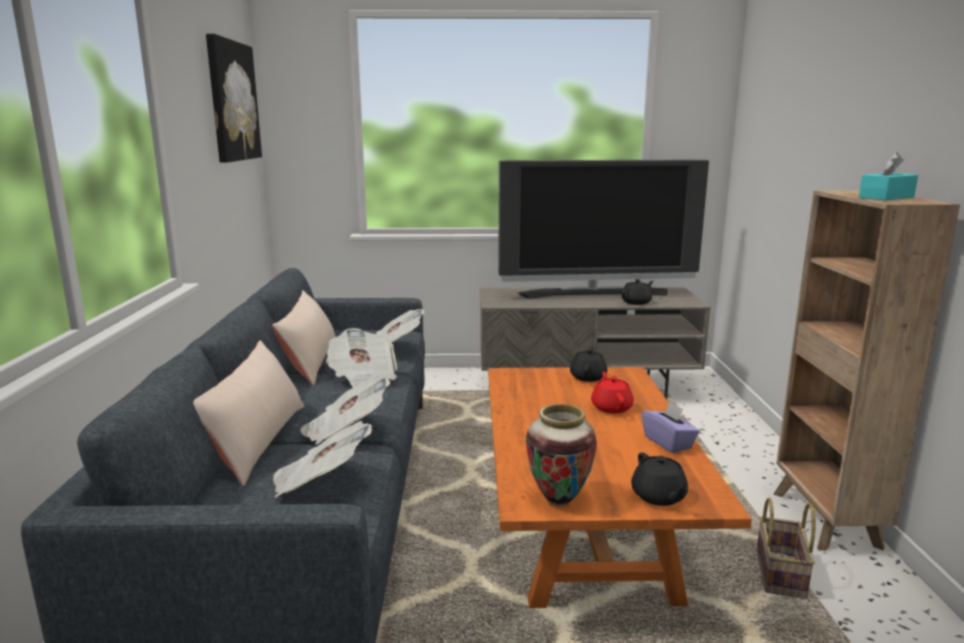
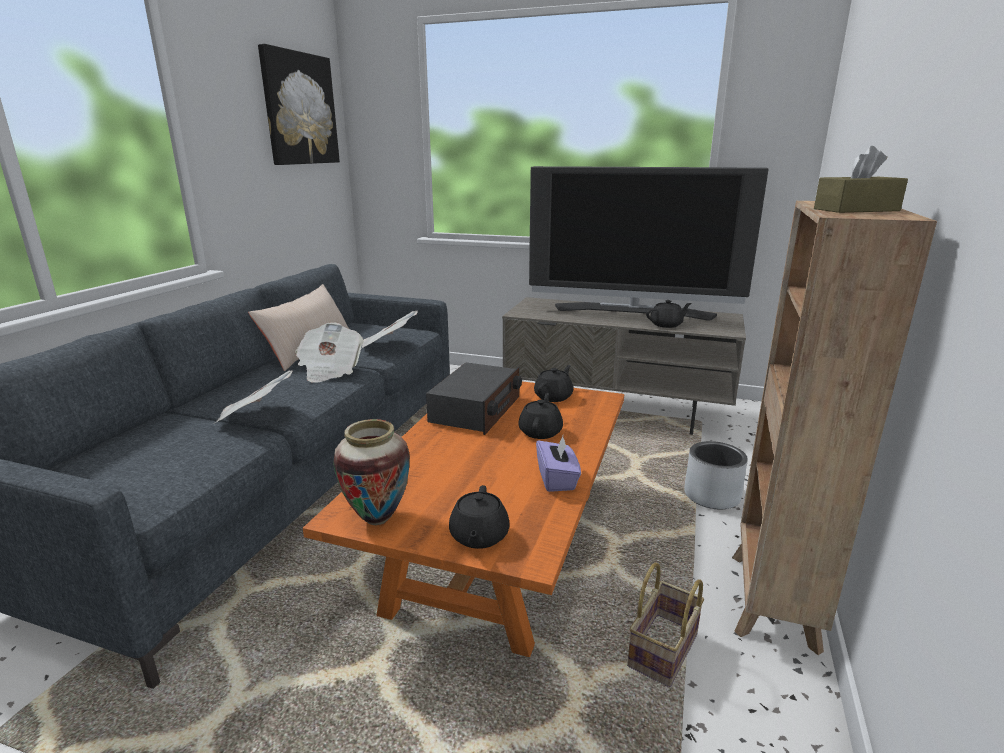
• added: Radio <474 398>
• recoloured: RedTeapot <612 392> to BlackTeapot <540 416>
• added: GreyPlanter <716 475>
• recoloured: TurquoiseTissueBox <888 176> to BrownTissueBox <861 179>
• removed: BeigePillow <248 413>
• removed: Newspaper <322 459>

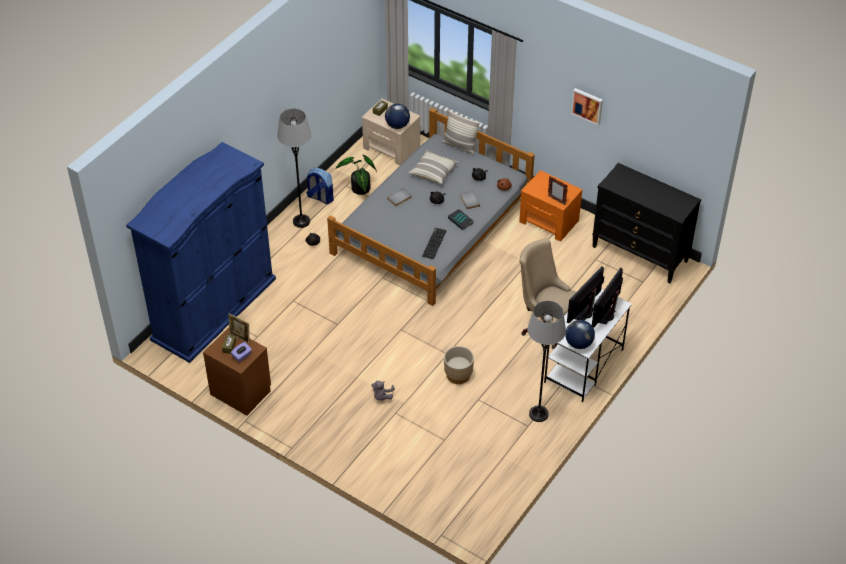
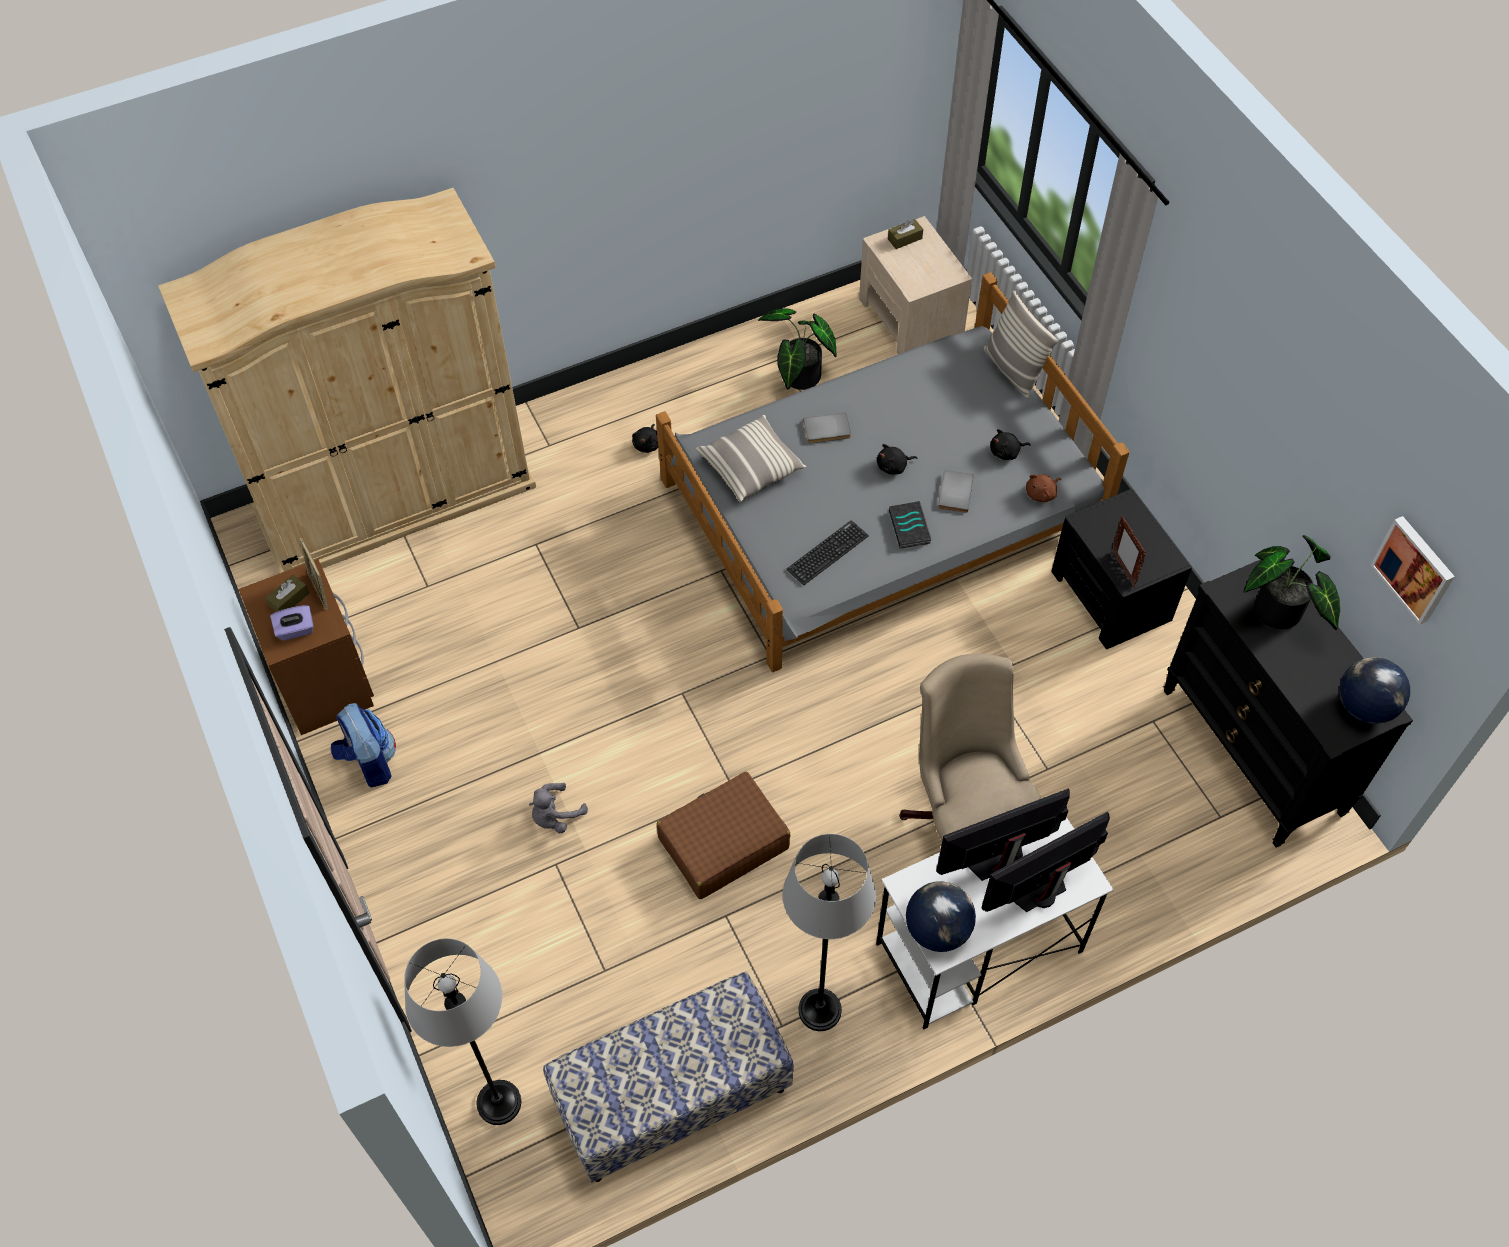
• recoloured: BlueWardrobe <201 252> to BeigeWardrobe <347 380>
• moved: Backpack <320 186> to <363 745>
• moved: GreyFloorLamp <294 168> to <463 1031>
• added: Bench <668 1077>
• replaced: BeigePlanter <459 365> to BrownSuitcase <724 835>
• moved: Pillow <433 167> to <751 458>
• recoloured: OrangeNightstand <550 206> to BlackNightstand <1121 569>
• added: PottedPlant <1292 582>
• moved: Globe <397 116> to <1375 690>
• moved: Picture <587 106> to <1412 570>

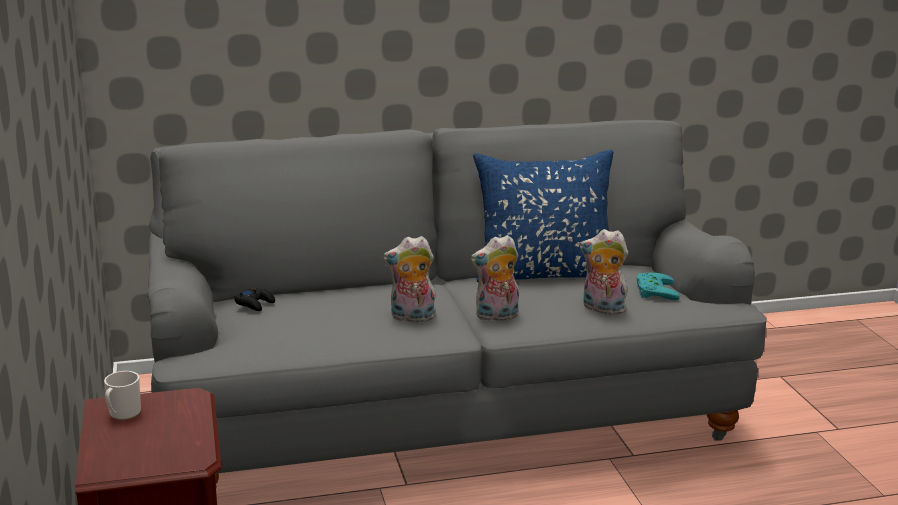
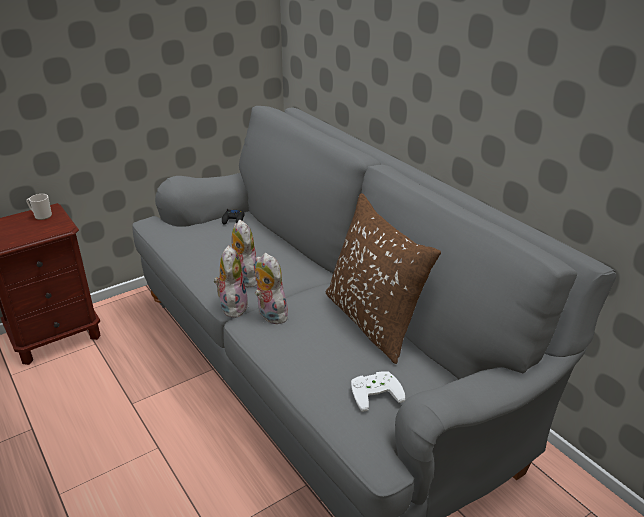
• moved: PlushToy <604 272> to <231 281>
• recoloured: BluePillow <543 216> to BrownPillow <383 278>
• recoloured: TurquoiseGameController <658 286> to WhiteGameController <378 392>

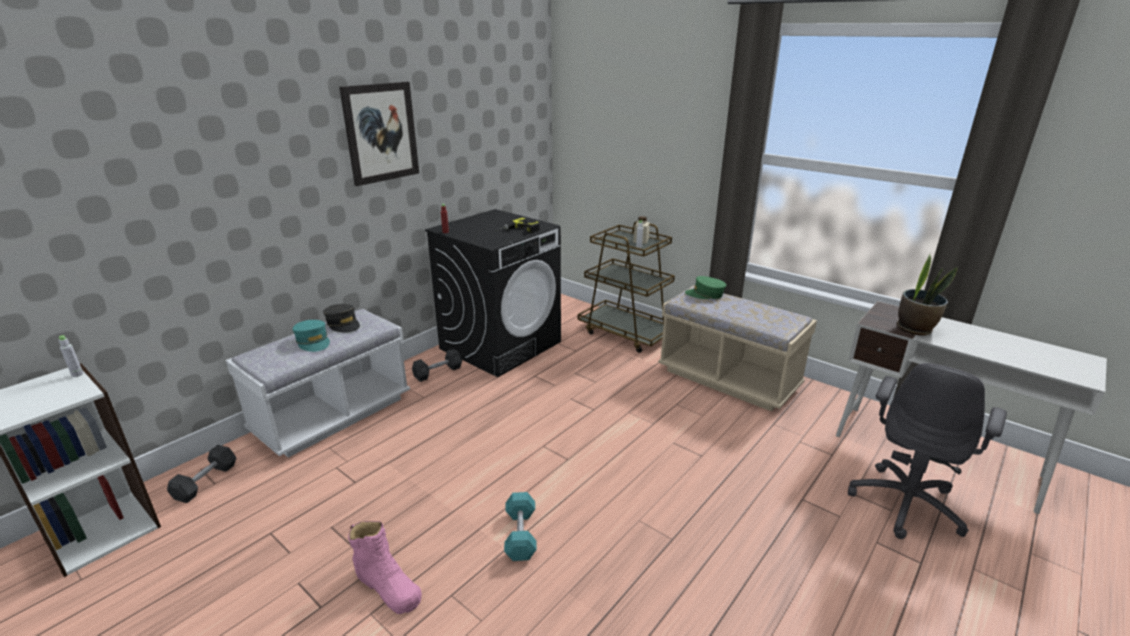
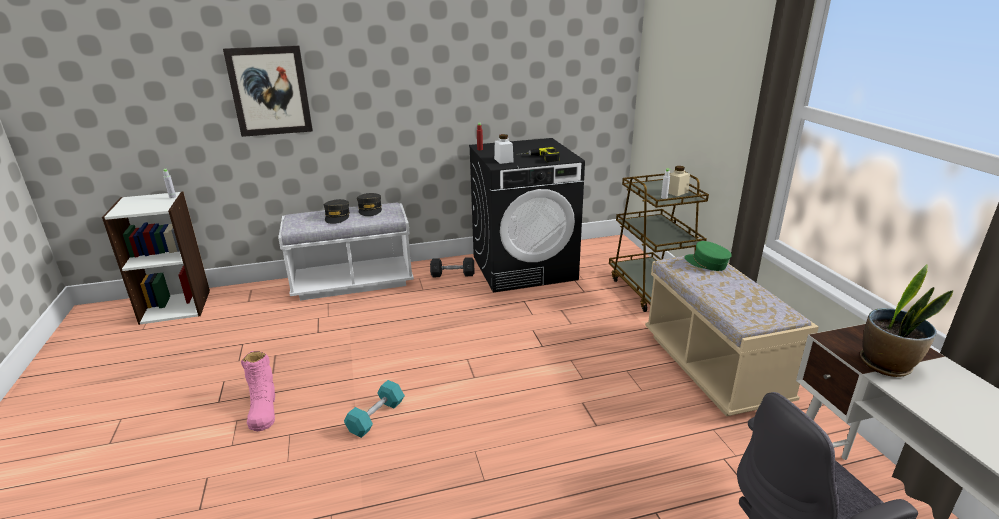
• moved: Picture <379 134> to <268 91>
• recoloured: TurquoiseCap <311 336> to GreyCap <337 211>
• added: WhiteJar <504 149>
• removed: GreyDumbbell <201 474>

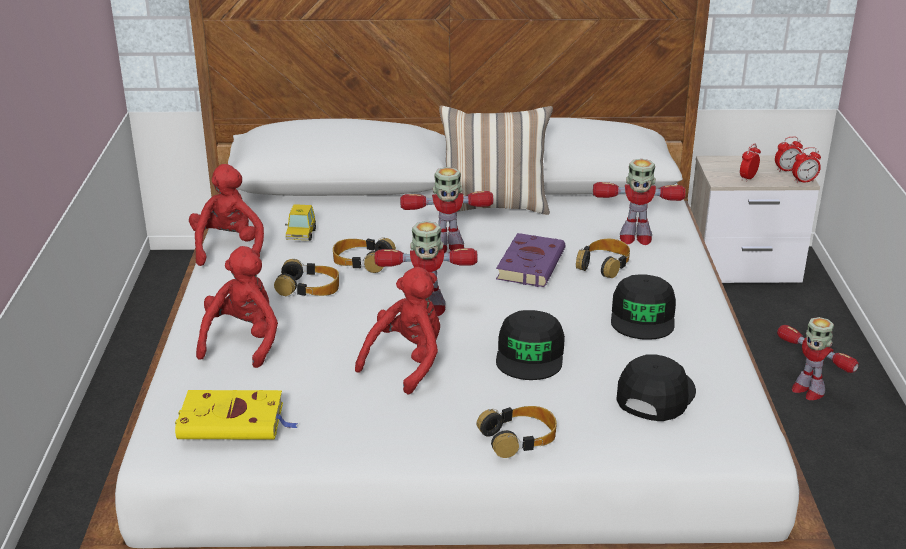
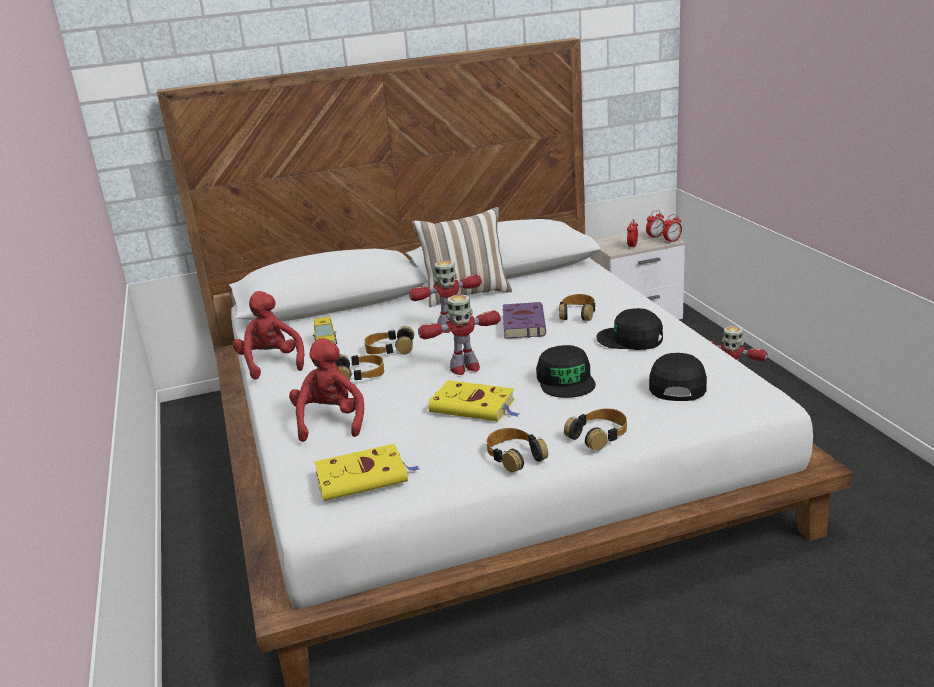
• replaced: RedPlushToy <397 331> to YellowBook <473 400>
• added: Headphones <517 450>
• turned: BlackCap <643 307> = <629 329> 120 degrees clockwise
• removed: ToyRobot <639 202>

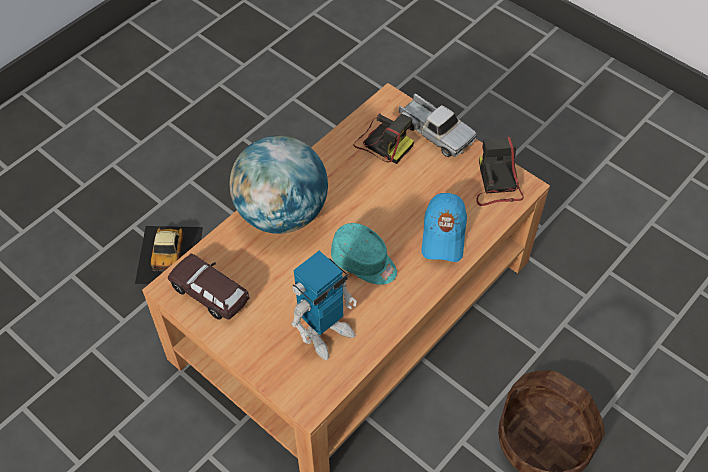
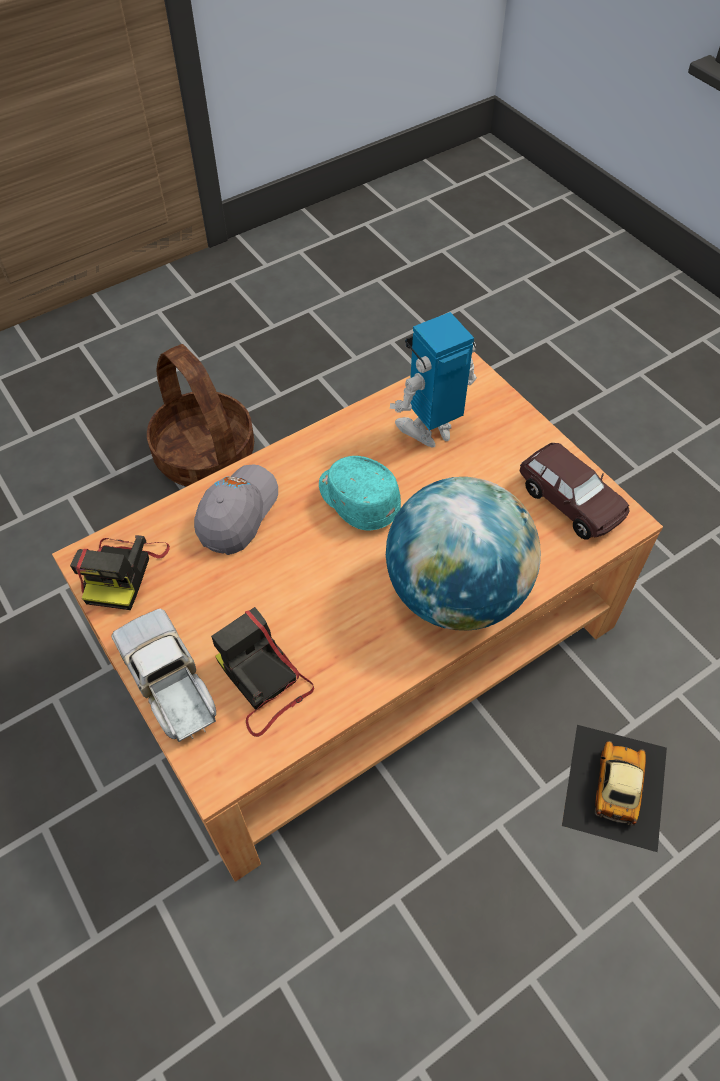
• recoloured: BlueCap <444 227> to GreyCap <236 510>

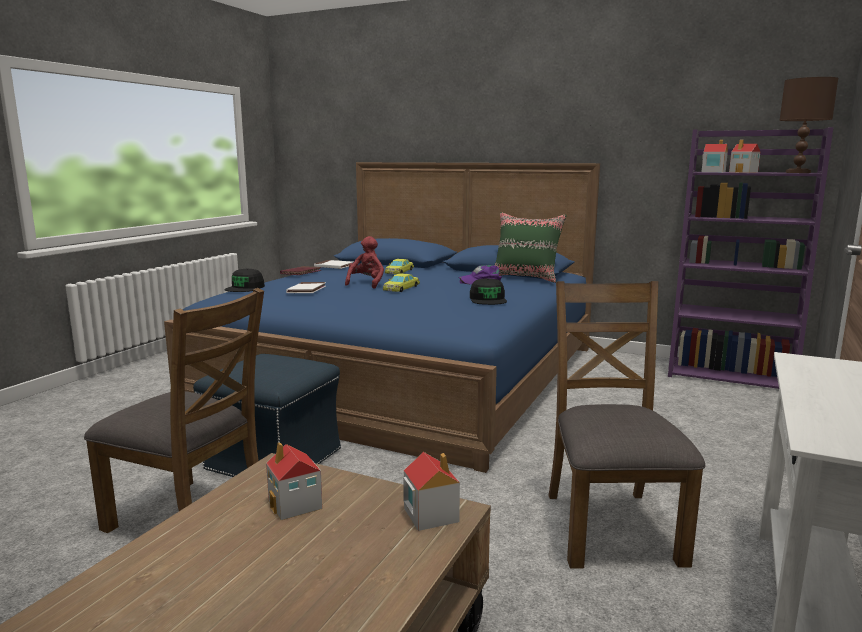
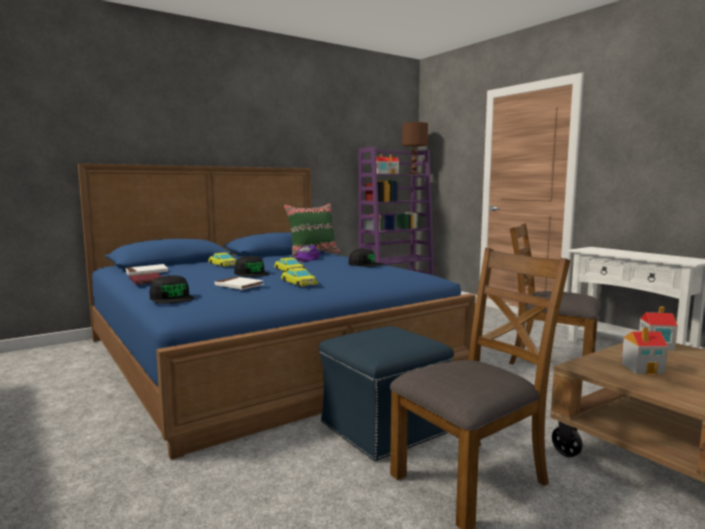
• replaced: RedPlushToy <364 262> to BlackCap <252 266>
• added: YellowToyCar <299 277>

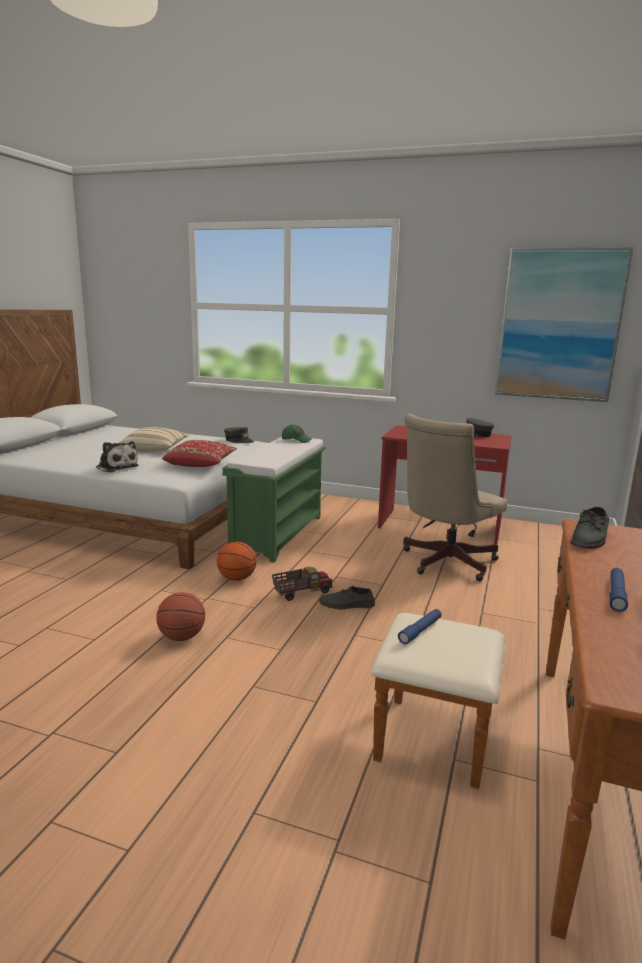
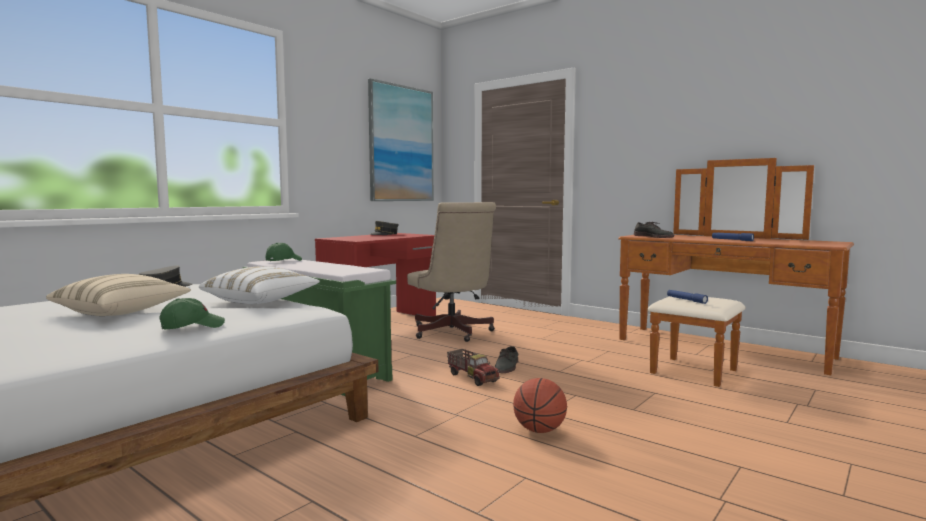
• replaced: PlushToy <117 456> to GreenCap <192 313>
• recoloured: RedPillow <199 453> to WhitePillow <259 285>
• turned: ToyTruck <302 584> = <473 367> 150 degrees clockwise
• removed: Basketball <237 561>

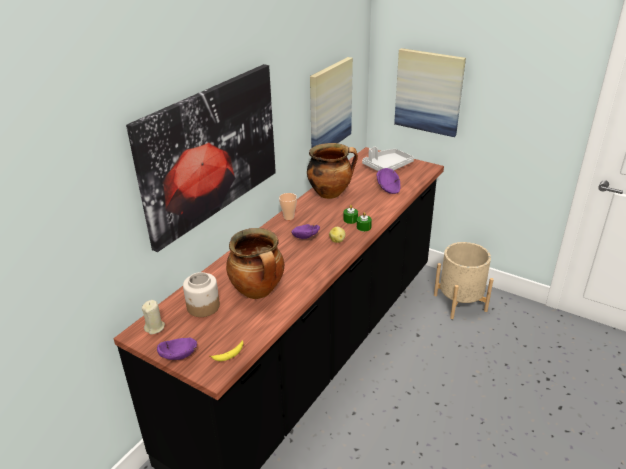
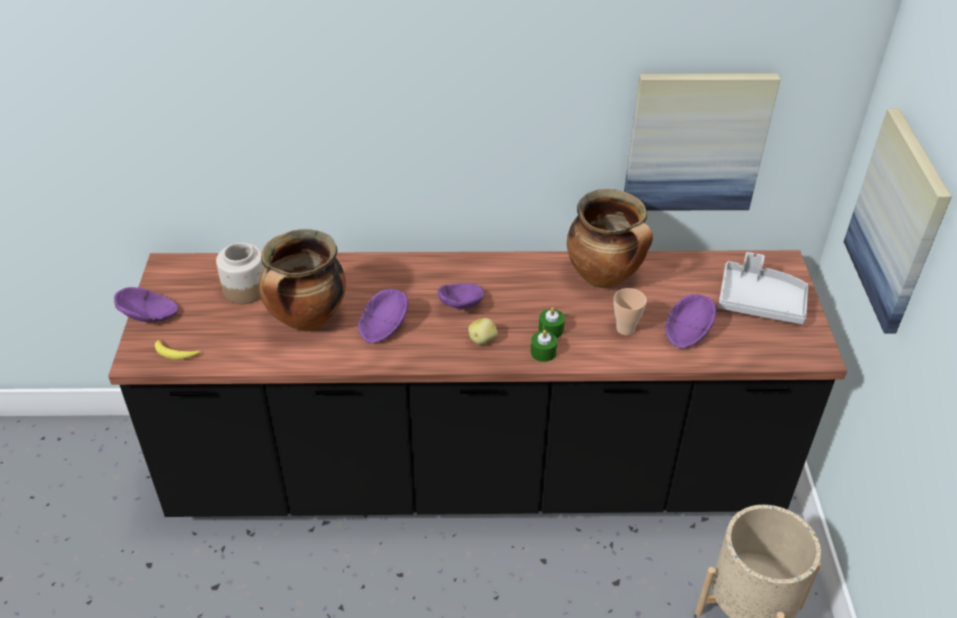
• added: PurpleBowl <383 316>
• moved: Cup <288 206> to <630 311>
• removed: Picture <201 158>
• removed: BeigeCandle <153 317>

